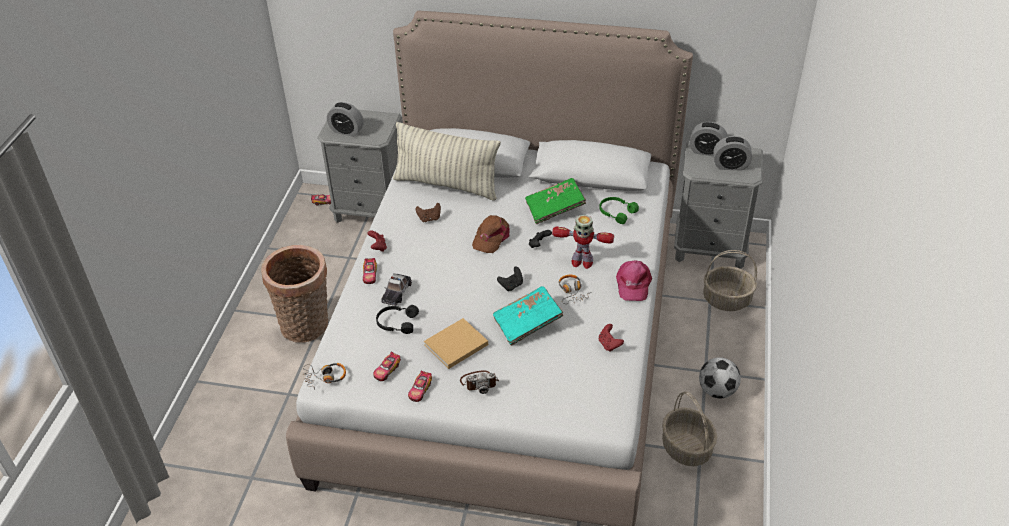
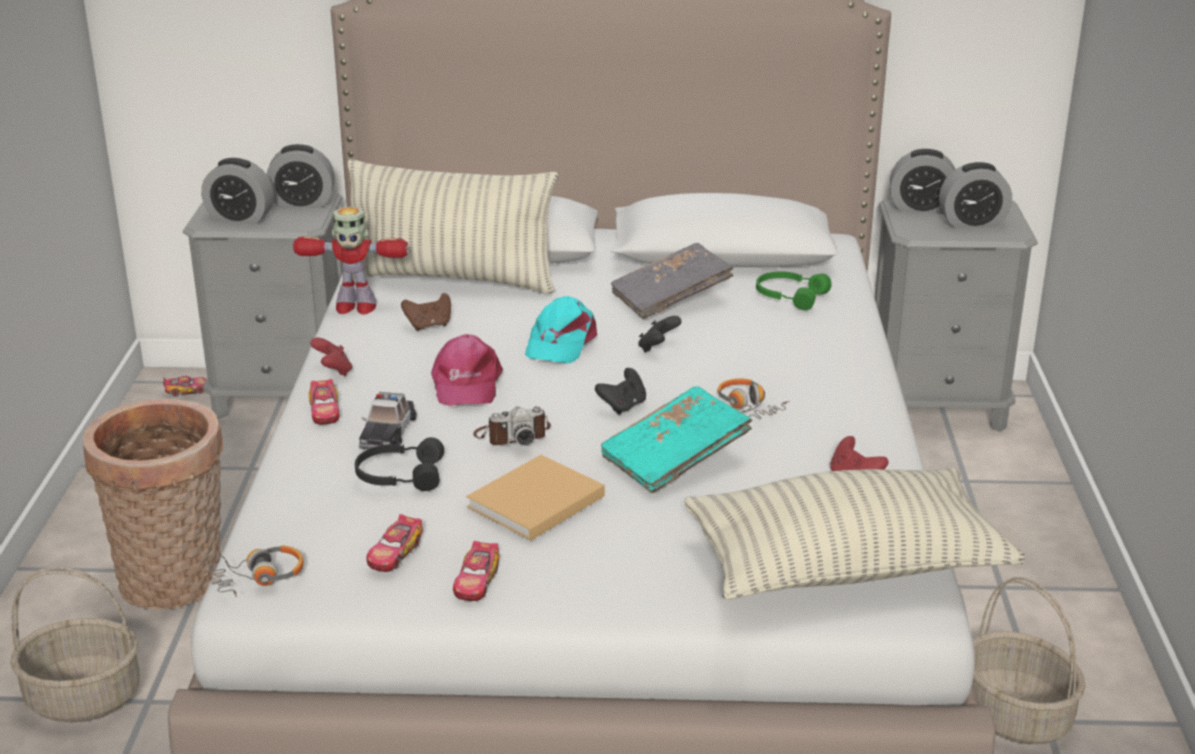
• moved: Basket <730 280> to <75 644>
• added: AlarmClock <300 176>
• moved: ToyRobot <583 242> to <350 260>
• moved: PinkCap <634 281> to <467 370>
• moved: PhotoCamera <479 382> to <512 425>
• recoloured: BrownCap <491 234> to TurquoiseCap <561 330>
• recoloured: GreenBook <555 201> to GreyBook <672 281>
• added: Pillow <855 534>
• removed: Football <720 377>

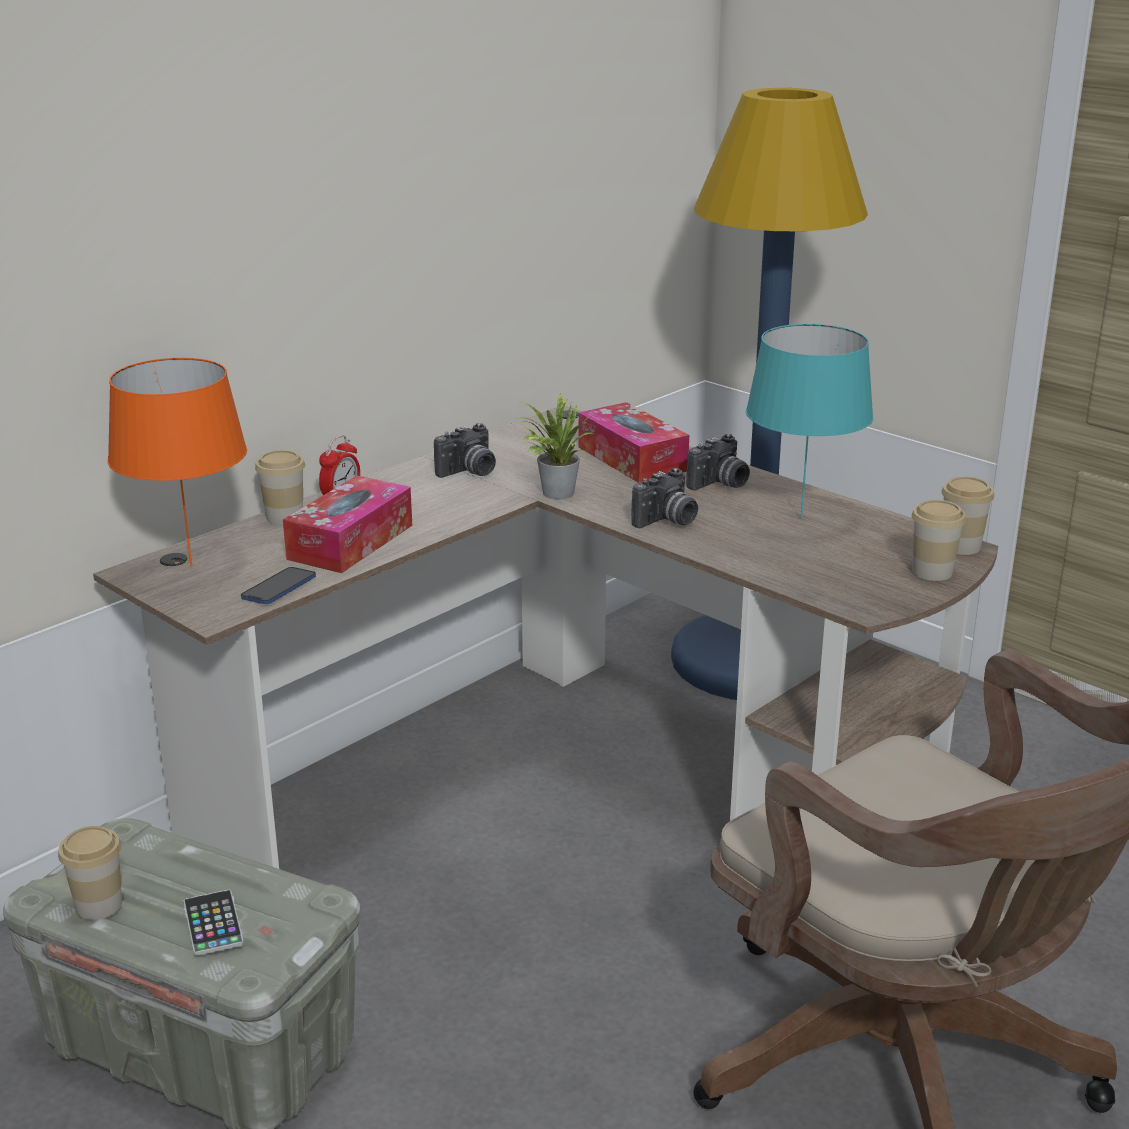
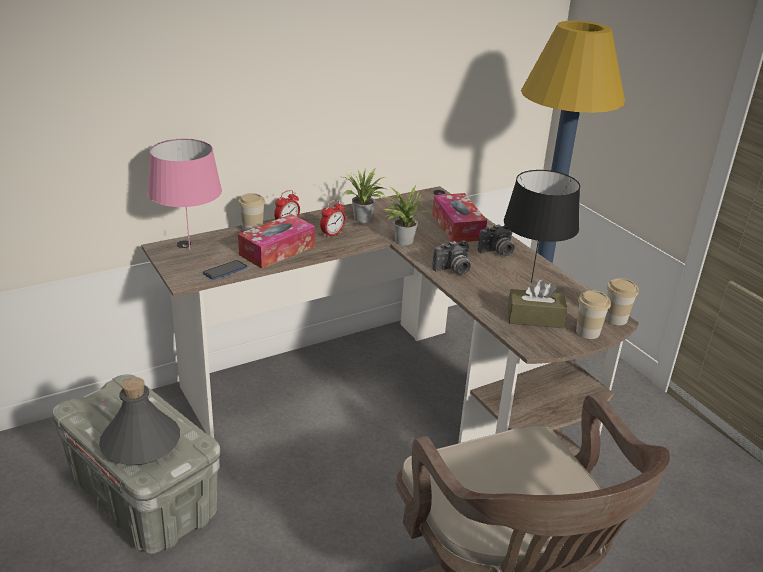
• replaced: Phone <214 923> to GreyBottle <139 421>
• recoloured: OrangeTableLamp <177 462> to PinkTableLamp <184 194>
• added: AlarmClock <333 218>
• replaced: PhotoCamera <465 450> to PottedPlant <365 195>
• recoloured: TurquoiseTableLamp <810 421> to BlackTableLamp <542 226>
• added: BrownTissueBox <537 304>
• removed: Cup <90 873>

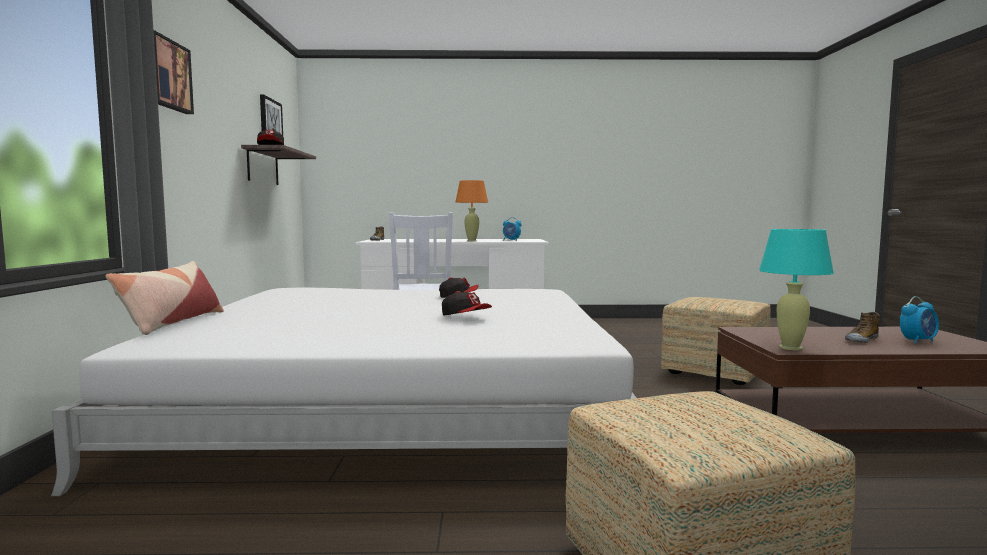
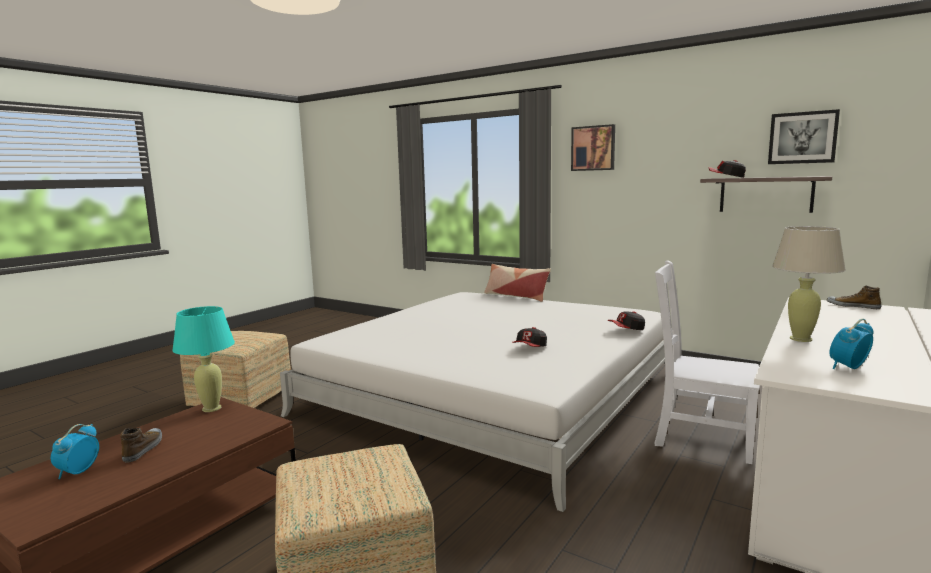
• moved: Cap <467 303> to <626 320>
• recoloured: OrangeTableLamp <471 211> to BeigeTableLamp <809 284>

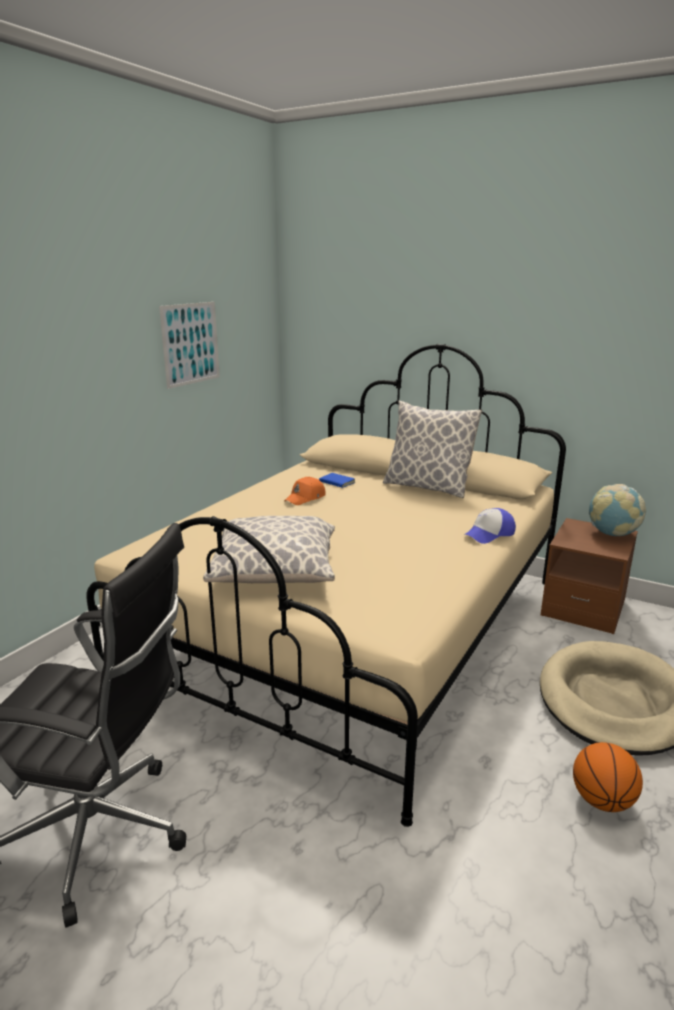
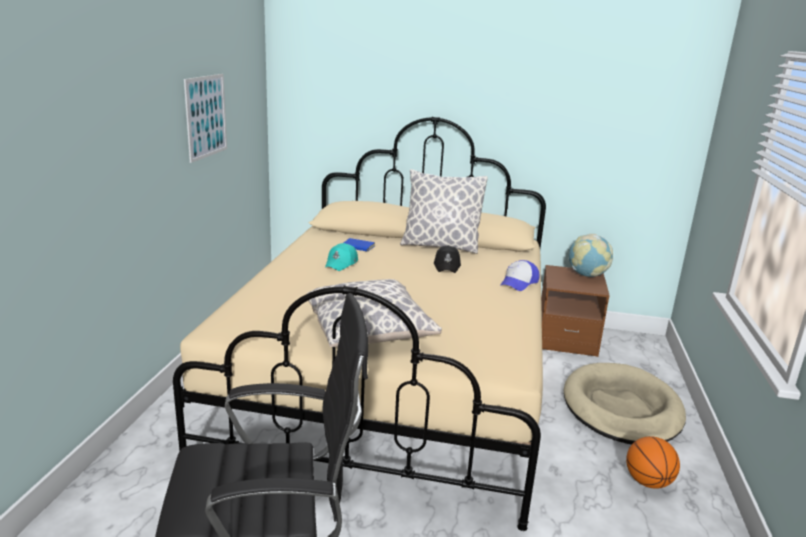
• recoloured: OrangeCap <305 490> to TurquoiseCap <341 257>
• added: BlackCap <447 259>

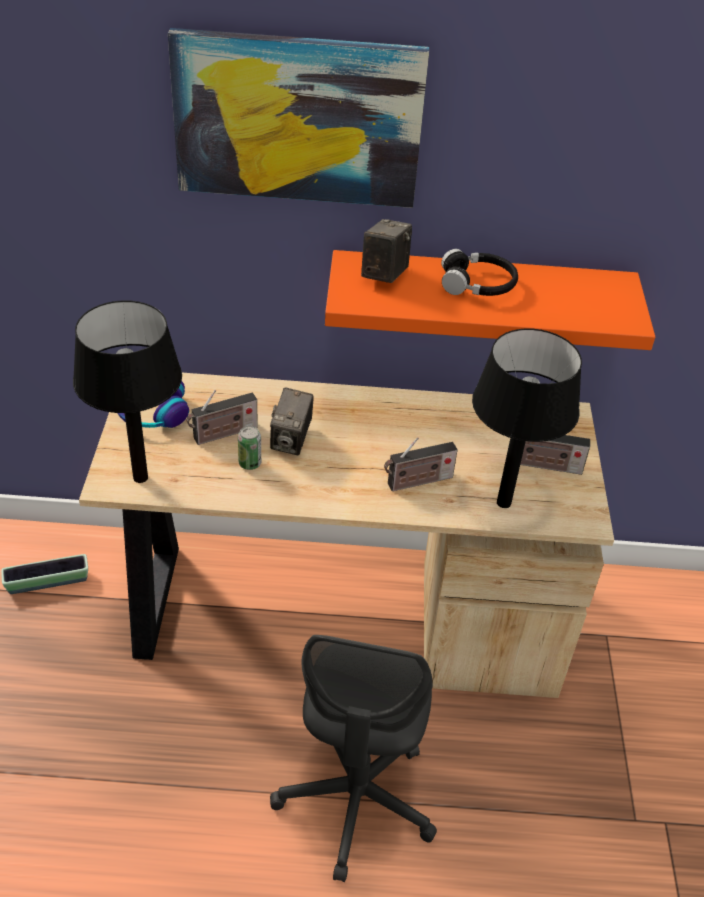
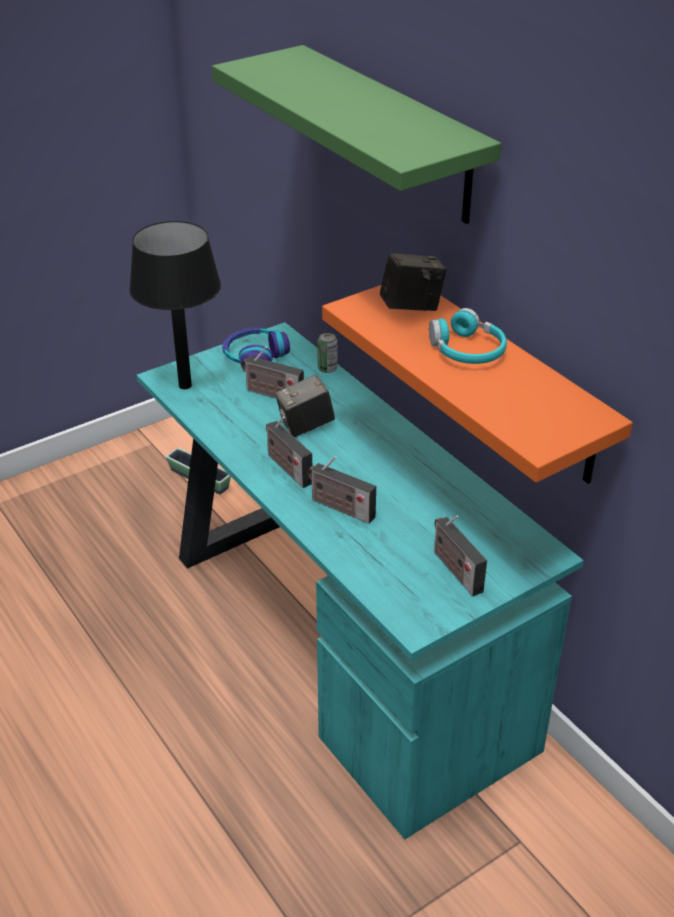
• recoloured: BeigeDesk <346 535> to TurquoiseDesk <360 580>
• replaced: Picture <298 118> to GreenShelf <356 134>
• added: Radio <289 452>
• moved: Can <249 448> to <327 353>
• recoloured: BlackHeadphones <479 272> to TurquoiseHeadphones <468 336>
• removed: GreyOfficeChair <353 758>
• removed: BlackTableLamp <527 418>

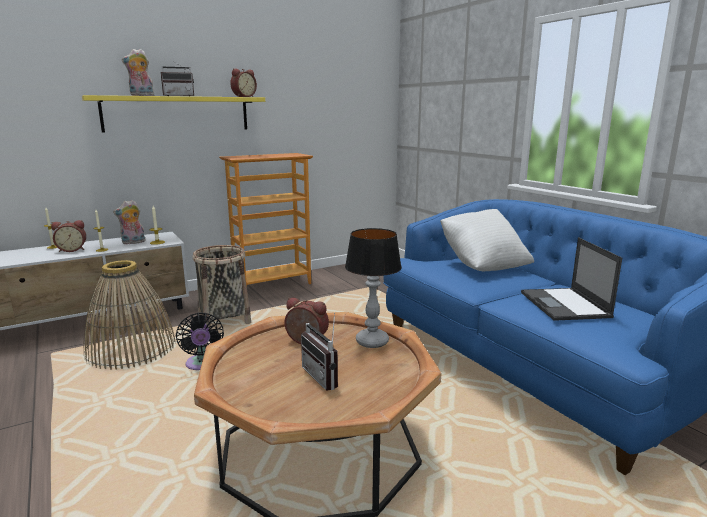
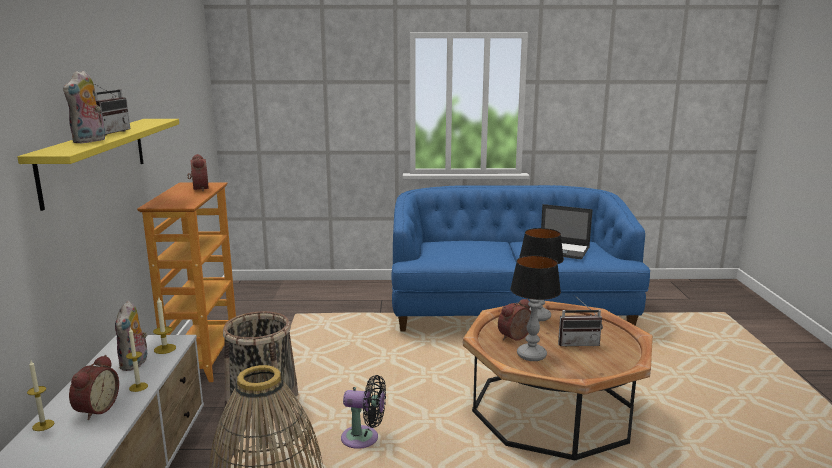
• moved: AlarmClock <243 82> to <198 172>
• added: TableLamp <535 308>
• removed: WhitePillow <487 240>

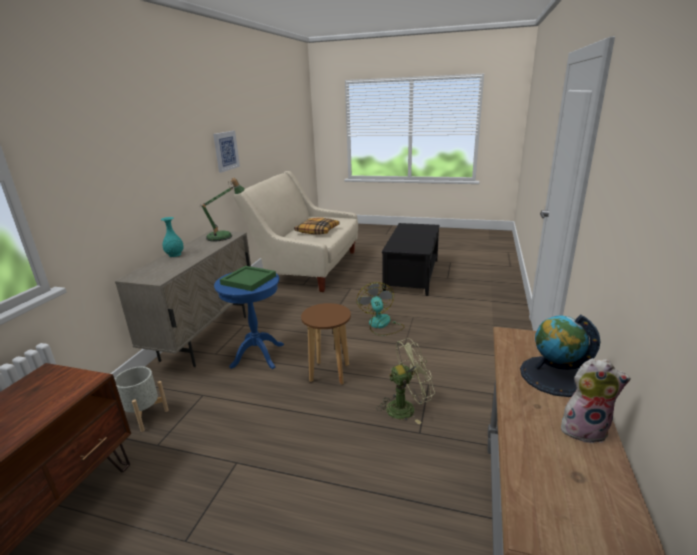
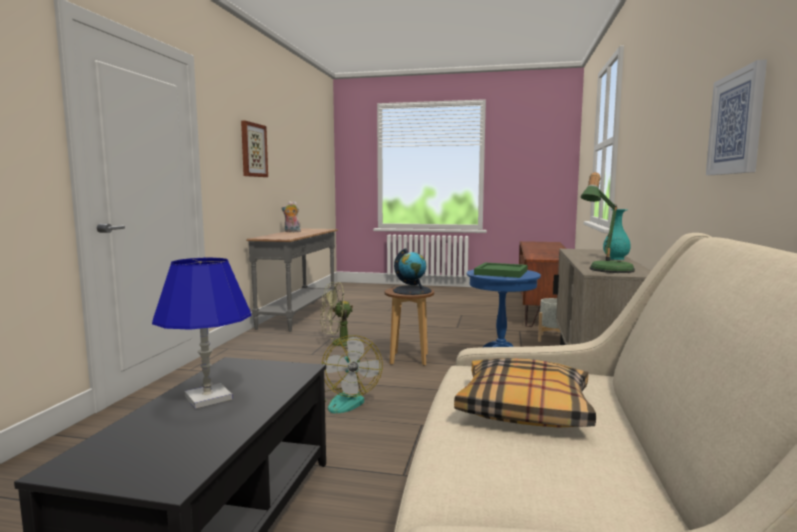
• added: BlueTableLamp <202 333>
• added: Picture <254 149>
• moved: Globe <560 356> to <412 271>

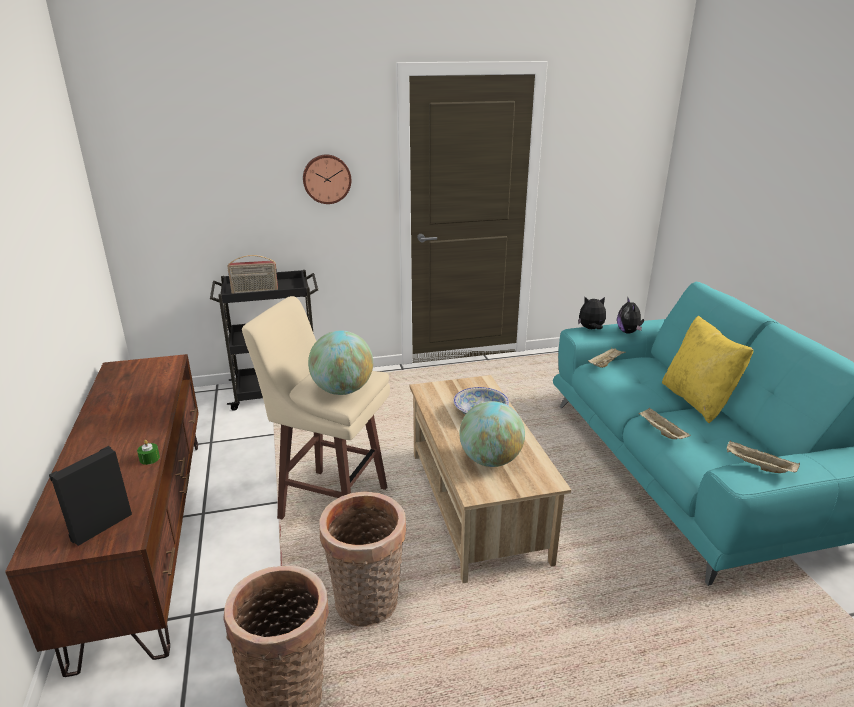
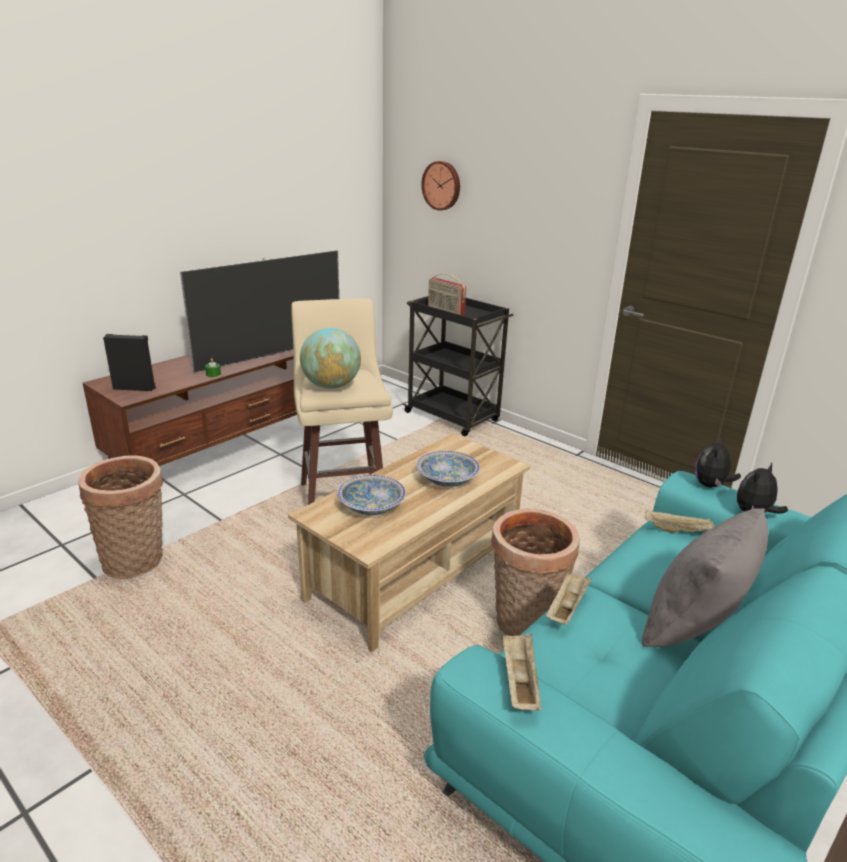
• added: Television <259 311>
• replaced: Globe <492 434> to Bowl <372 495>
• moved: WallClock <327 179> to <440 185>
• moved: Basket <362 559> to <535 572>
• recoloured: YellowPillow <707 370> to GreyPillow <705 577>
• turned: PlushToy <592 313> = <718 462> 120 degrees counterclockwise

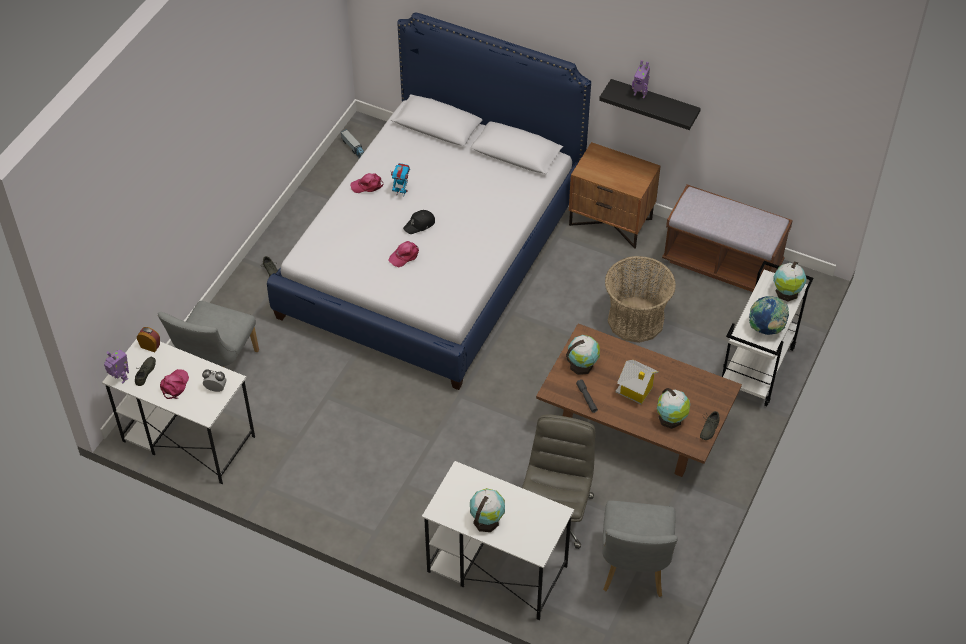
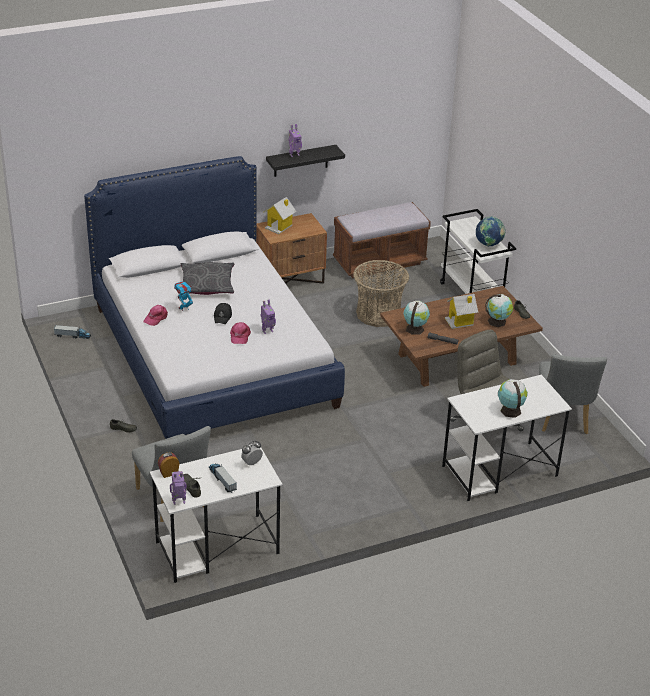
• added: GreyPillow <207 278>
• replaced: PinkCap <174 384> to ToyTruck <222 478>
• added: ToyRobot <268 317>
• added: ToyHouse <280 215>
• turned: GreyChair <640 548> = <573 394> 45 degrees clockwise
• removed: Globe <790 282>

